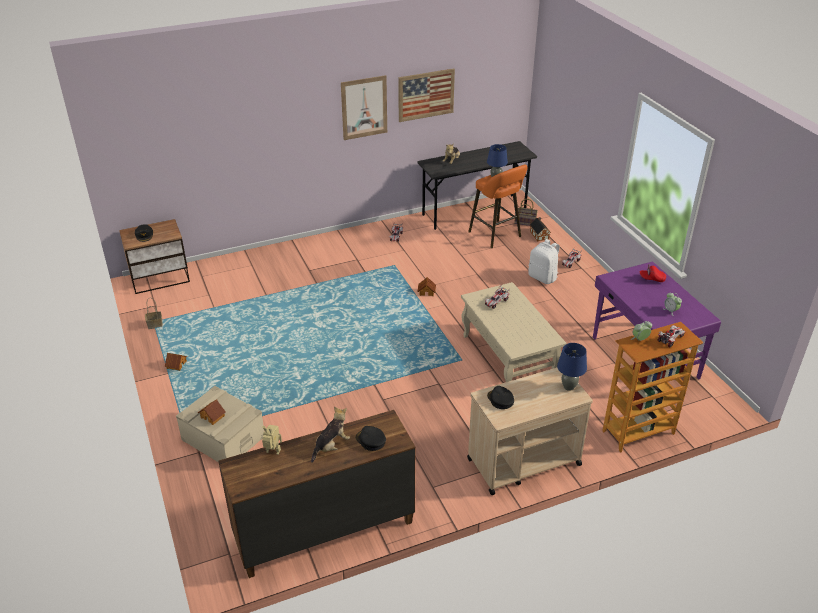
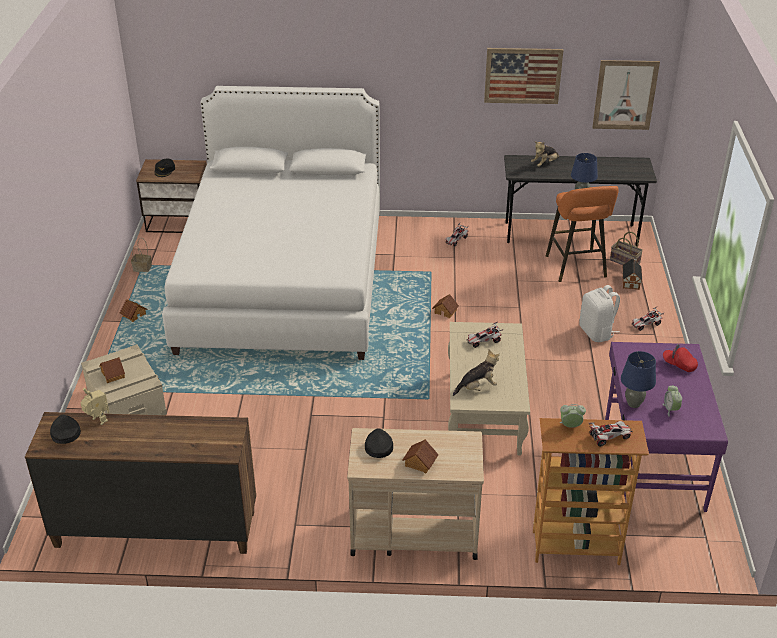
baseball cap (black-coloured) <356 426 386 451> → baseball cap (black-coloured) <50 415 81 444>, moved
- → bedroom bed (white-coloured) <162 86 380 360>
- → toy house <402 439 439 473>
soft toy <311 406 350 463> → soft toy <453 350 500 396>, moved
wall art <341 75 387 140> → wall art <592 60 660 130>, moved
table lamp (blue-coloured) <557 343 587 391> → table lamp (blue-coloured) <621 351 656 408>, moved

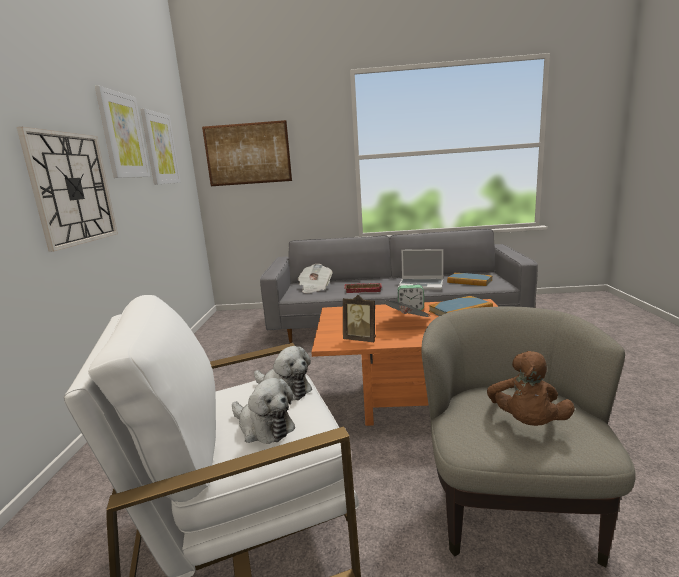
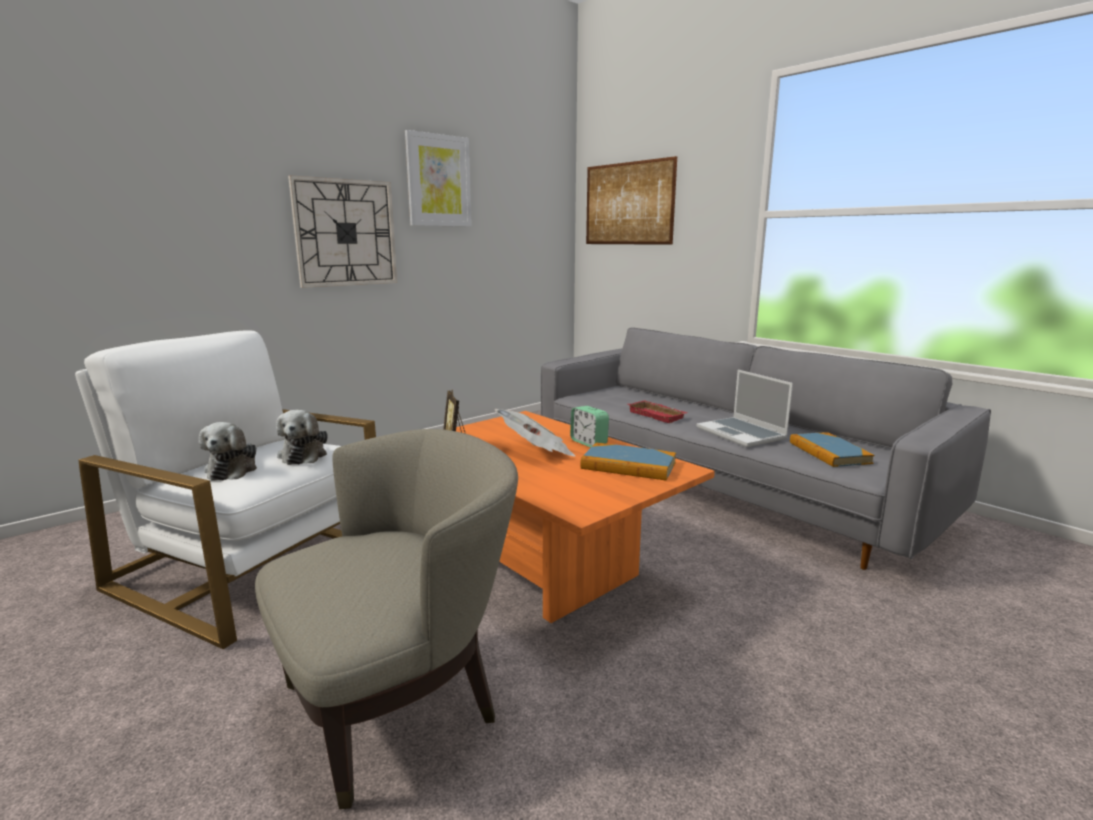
wall art <141 108 181 185> → -
printed paper <298 264 333 293> → -
soft toy (brown-coloured) <487 351 574 426> → -

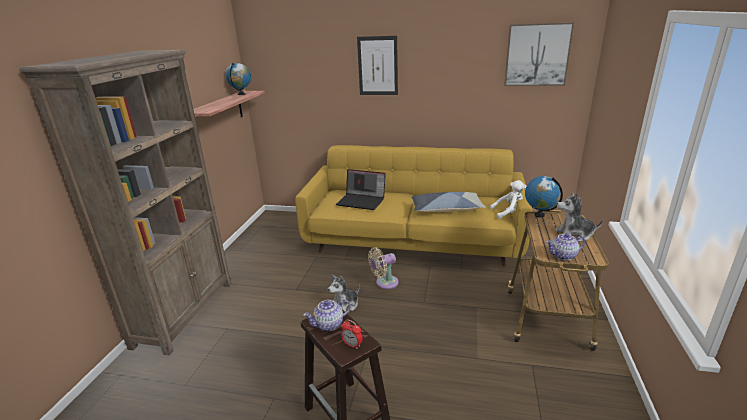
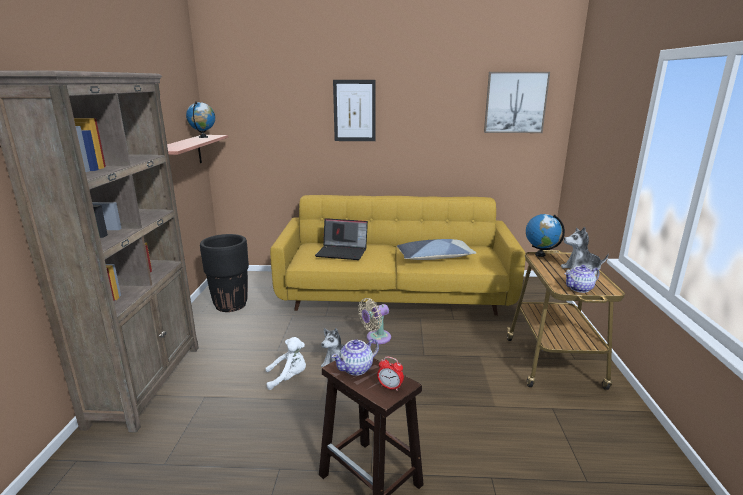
- → plant pot (black-coloured) <200 234 249 312>
soft toy (white-coloured) <490 180 526 219> → soft toy (white-coloured) <265 337 306 390>, moved

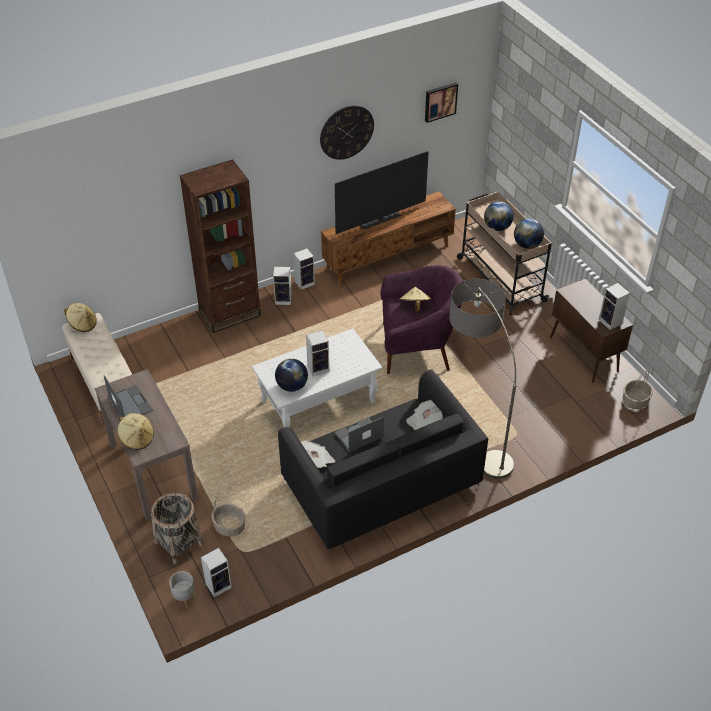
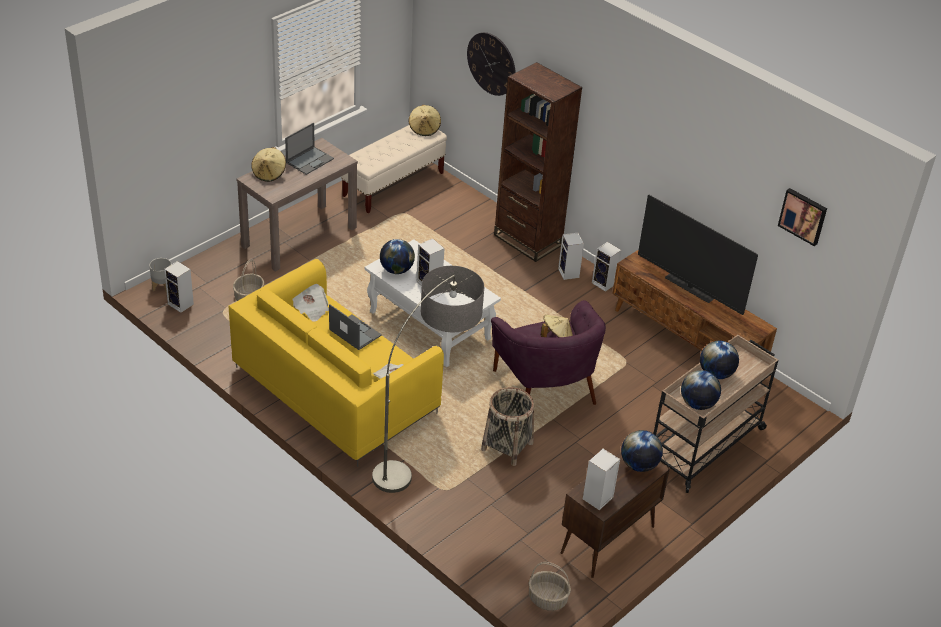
settee (black-coloured) <278 369 488 553> → settee (yellow) <228 259 444 467>
wall clock <320 105 374 160> → wall clock <467 32 516 96>, moved
household basket <151 492 204 564> → household basket <481 387 534 466>, moved
- → globe <621 430 663 472>

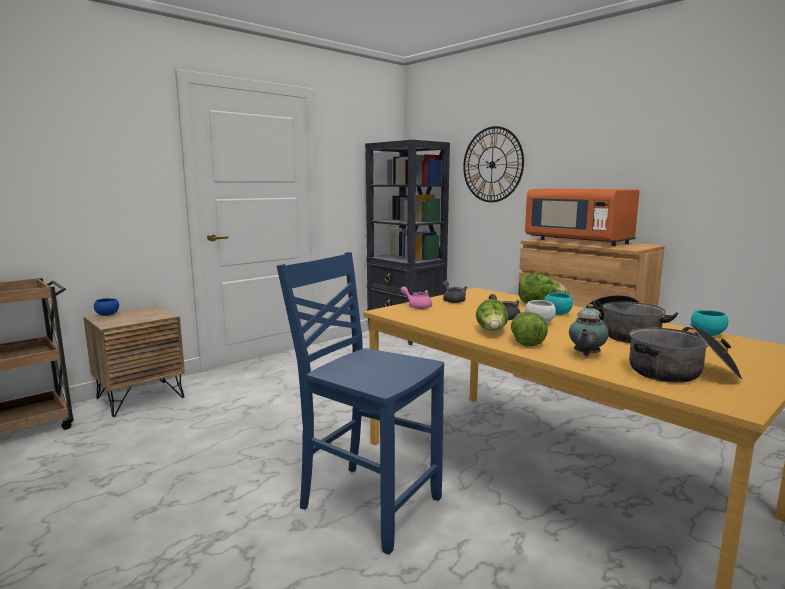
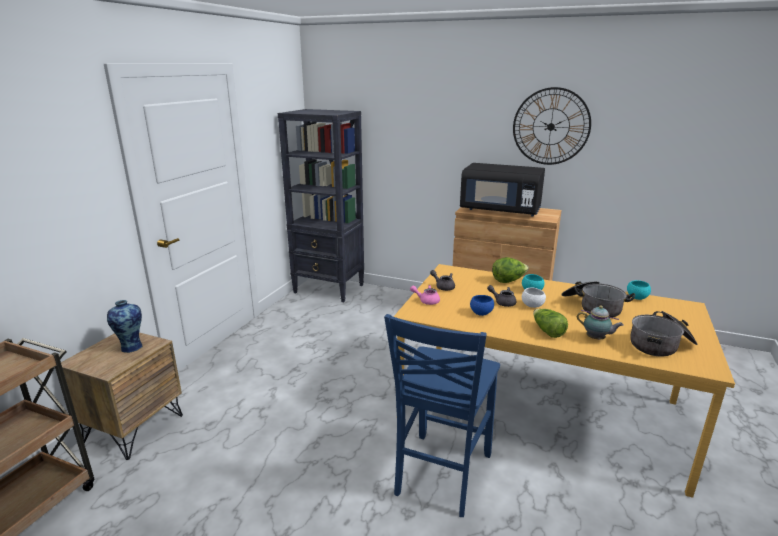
- → flower vase <107 300 142 353>
upright chair (blue-coloured) <277 252 444 555> → upright chair (blue-coloured) <384 314 500 517>, 75 degrees counterclockwise
microwave oven (orange-coloured) <525 188 640 246> → microwave oven (black-coloured) <460 163 545 217>
serving bowl (blue-coloured) <94 298 119 316> → serving bowl (blue-coloured) <470 295 494 316>, moved
wall clock <463 126 524 202> → wall clock <513 87 591 165>, moved
pot for tea <569 304 609 356> → pot for tea <577 305 624 340>, 60 degrees counterclockwise
head of lettuce <476 299 509 331> → -

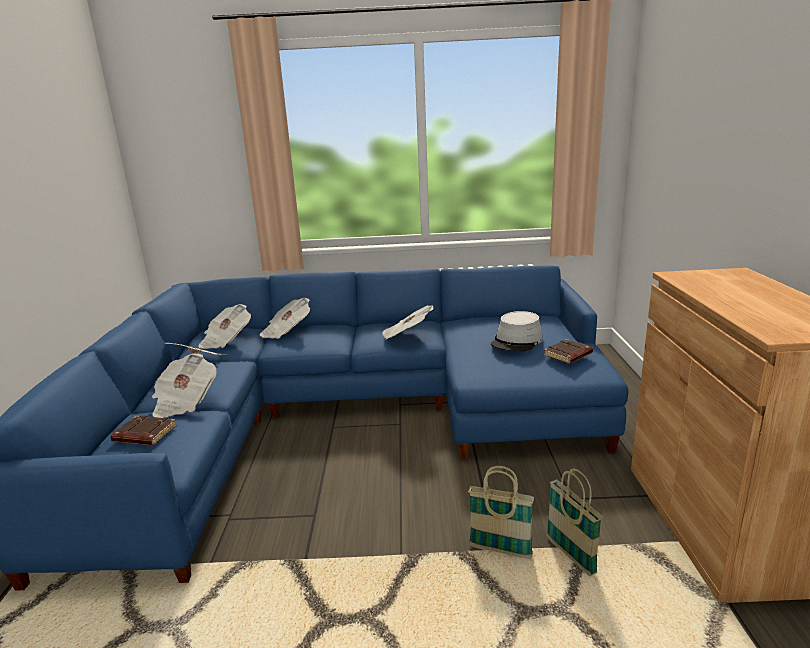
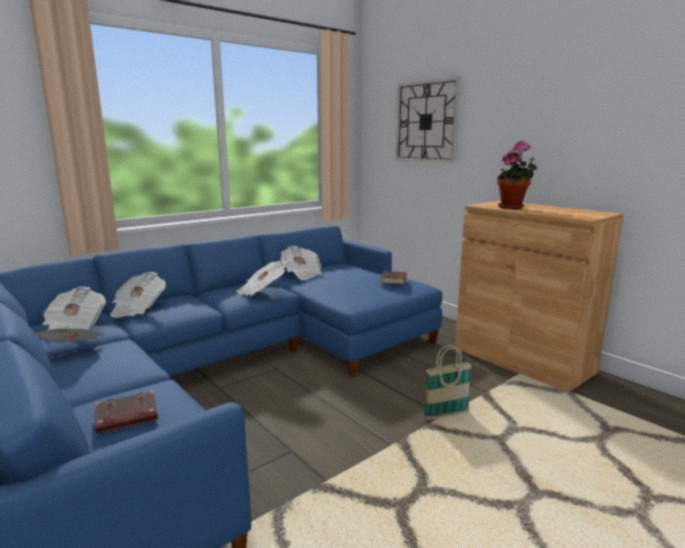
printed paper <152 353 217 418> → printed paper <281 246 322 280>, moved
- → wall clock <396 77 461 163>
- → houseplant <497 141 538 209>
wearable hat (grey) <491 311 543 351> → -
household basket <546 469 603 576> → -

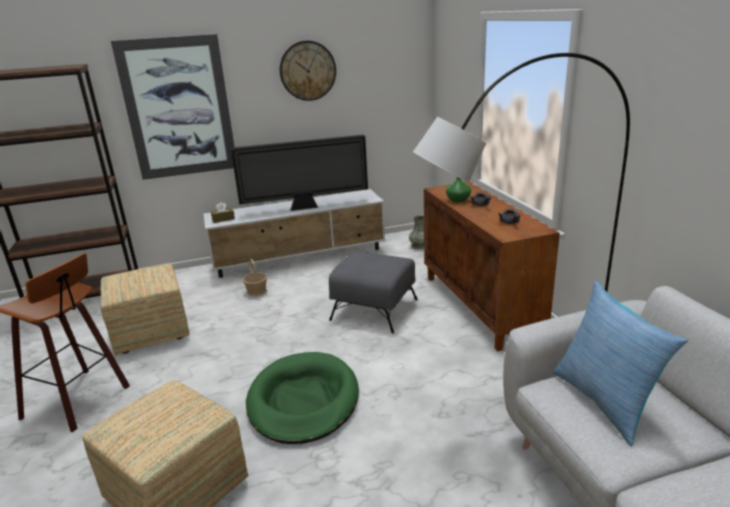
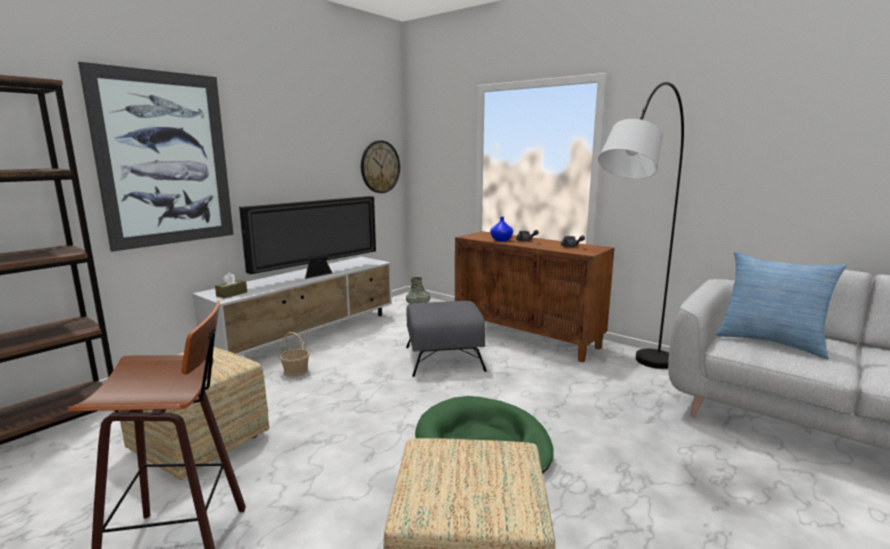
wall clock <280 41 336 101> → wall clock <361 141 400 193>, moved
flower vase (greenish) <446 177 471 202> → flower vase (blue-coloured) <490 217 513 242>

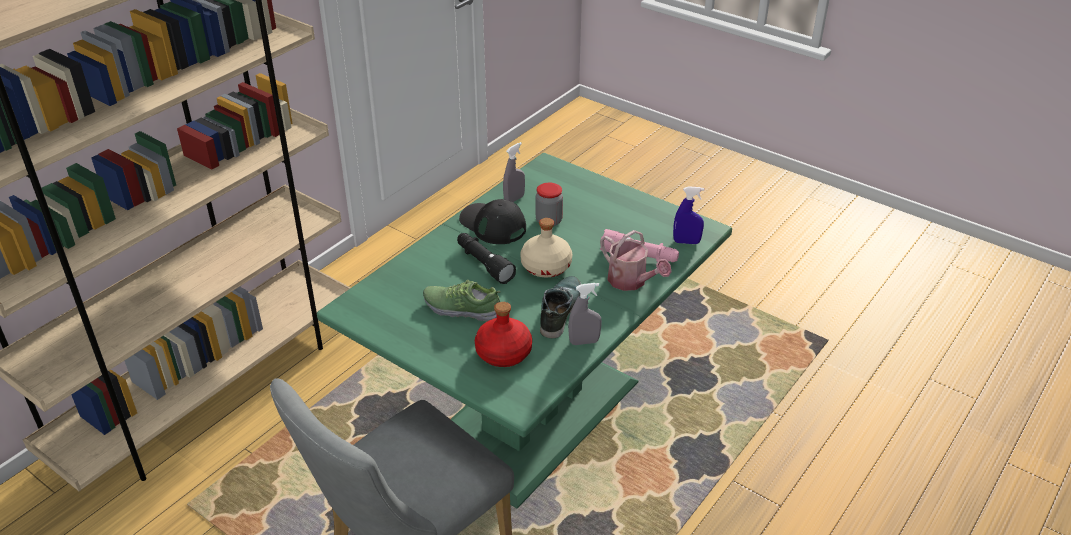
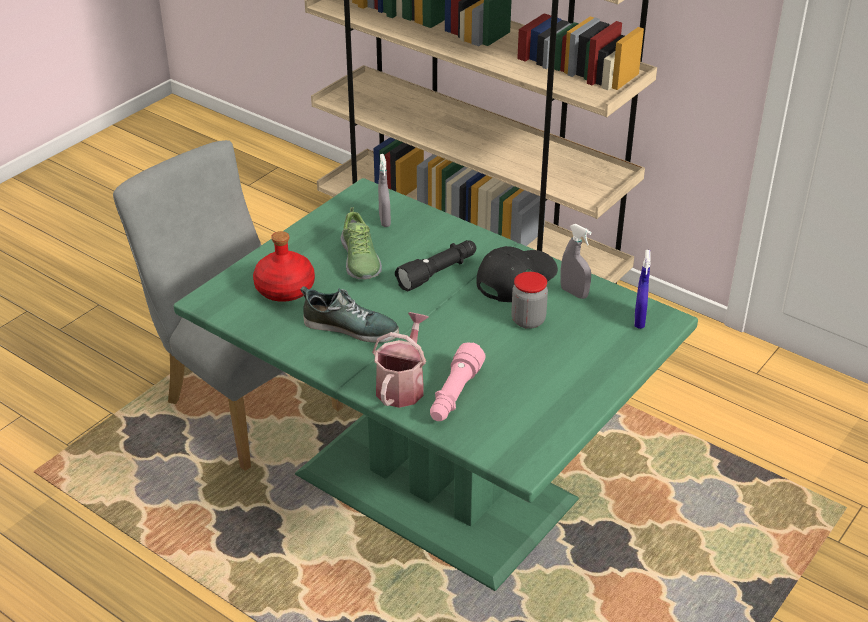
item of footwear <423 280 500 321> → item of footwear <341 207 382 280>, 150 degrees clockwise
sprinkling can <600 230 672 291> → sprinkling can <372 312 429 408>, 150 degrees clockwise
spray bottle (grey) <568 283 602 345> → spray bottle (grey) <378 154 391 227>, moved
spray bottle (blue-coloured) <673 186 704 244> → spray bottle (blue-coloured) <635 250 651 329>, moved
bottle (sand-coloured) <520 218 572 277> → -

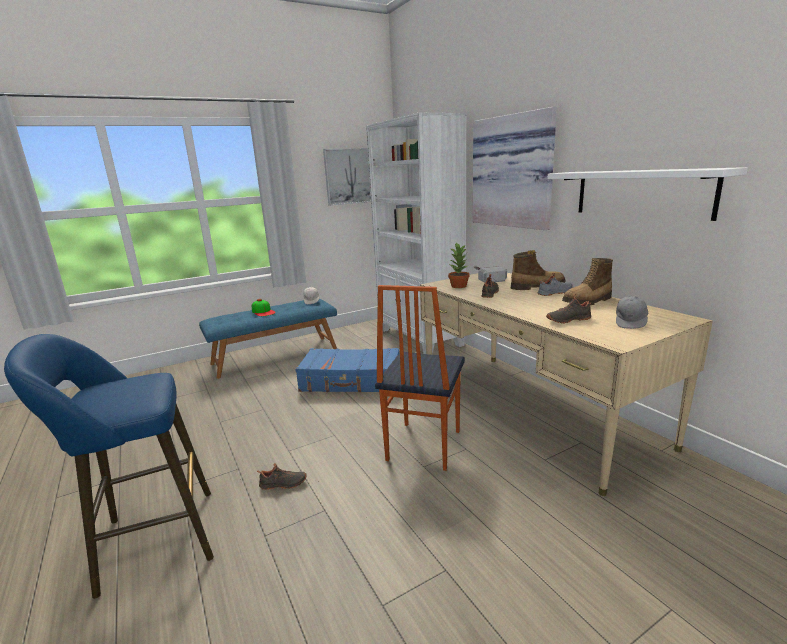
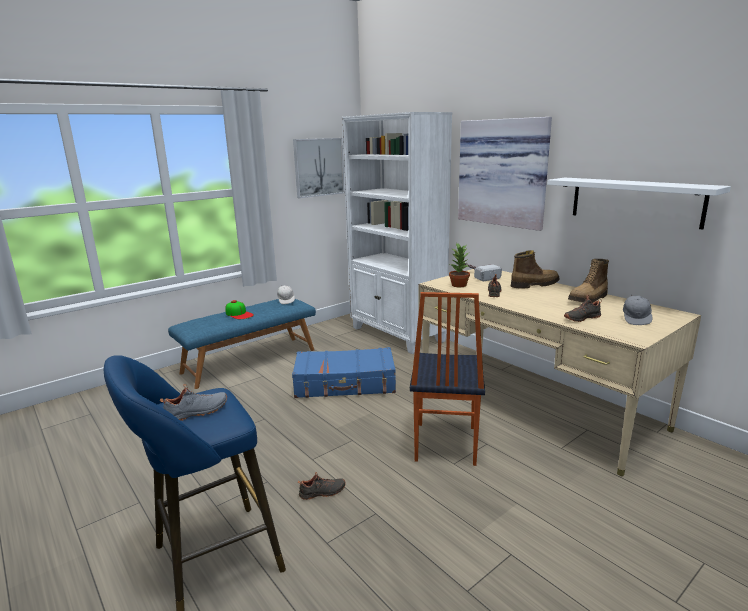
item of footwear (grey) <538 272 573 296> → item of footwear (grey) <160 384 227 421>, moved

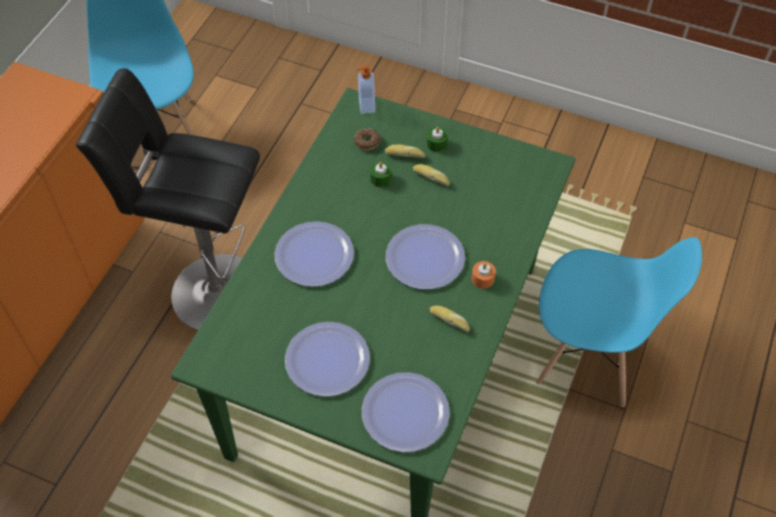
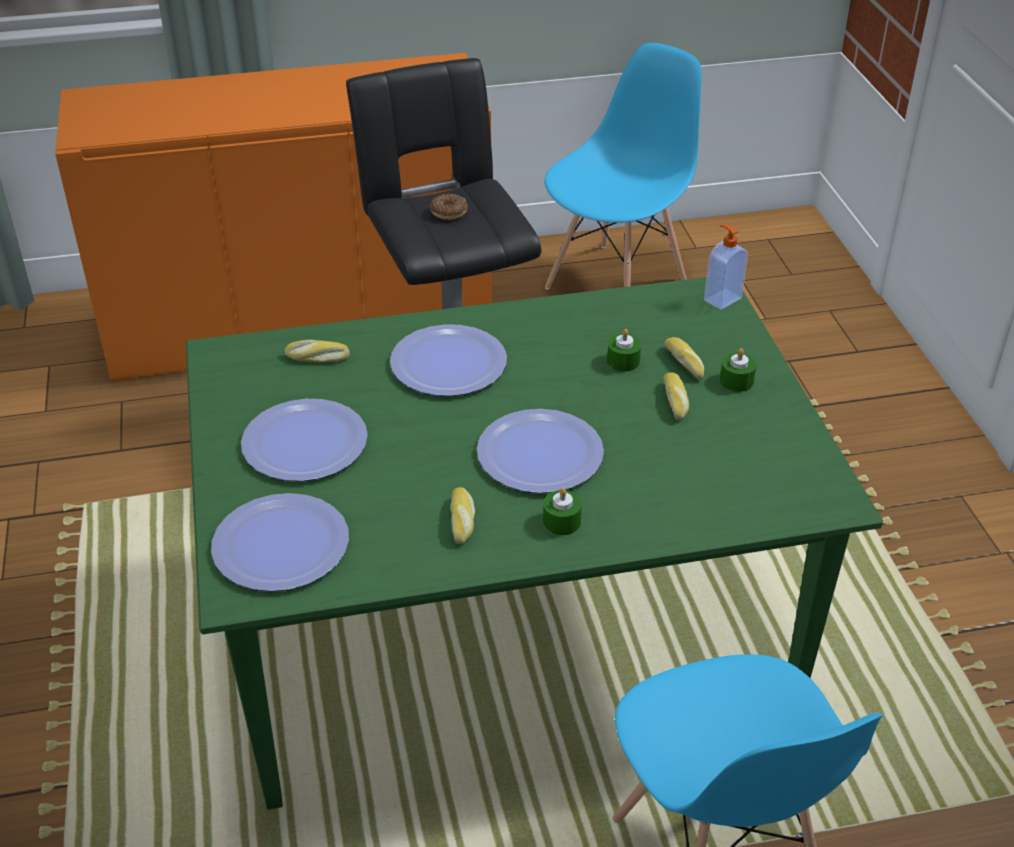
- → baked bread <284 340 350 362>
donut <354 128 381 150> → donut <430 194 468 220>, moved
wax light (orange-coloured) <472 261 496 289> → wax light (greenish) <543 487 582 535>

